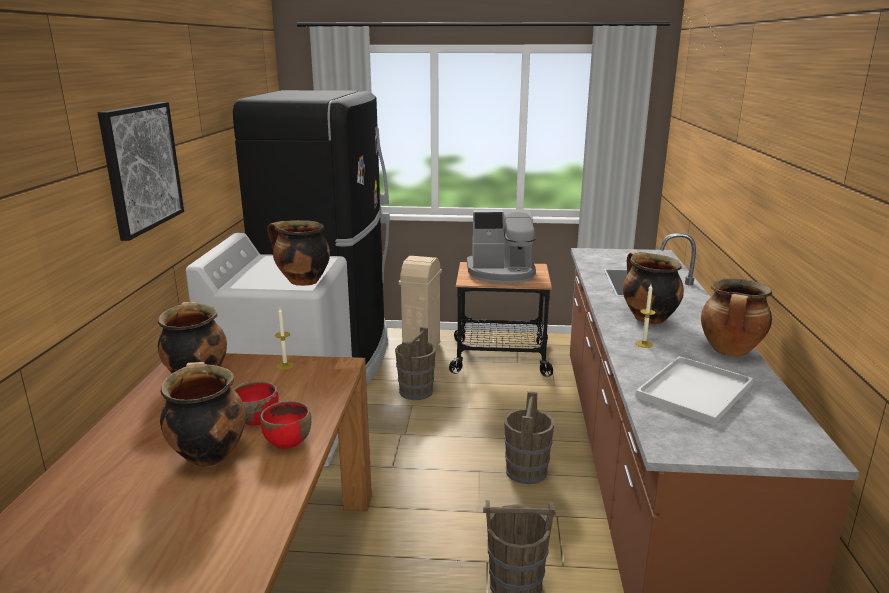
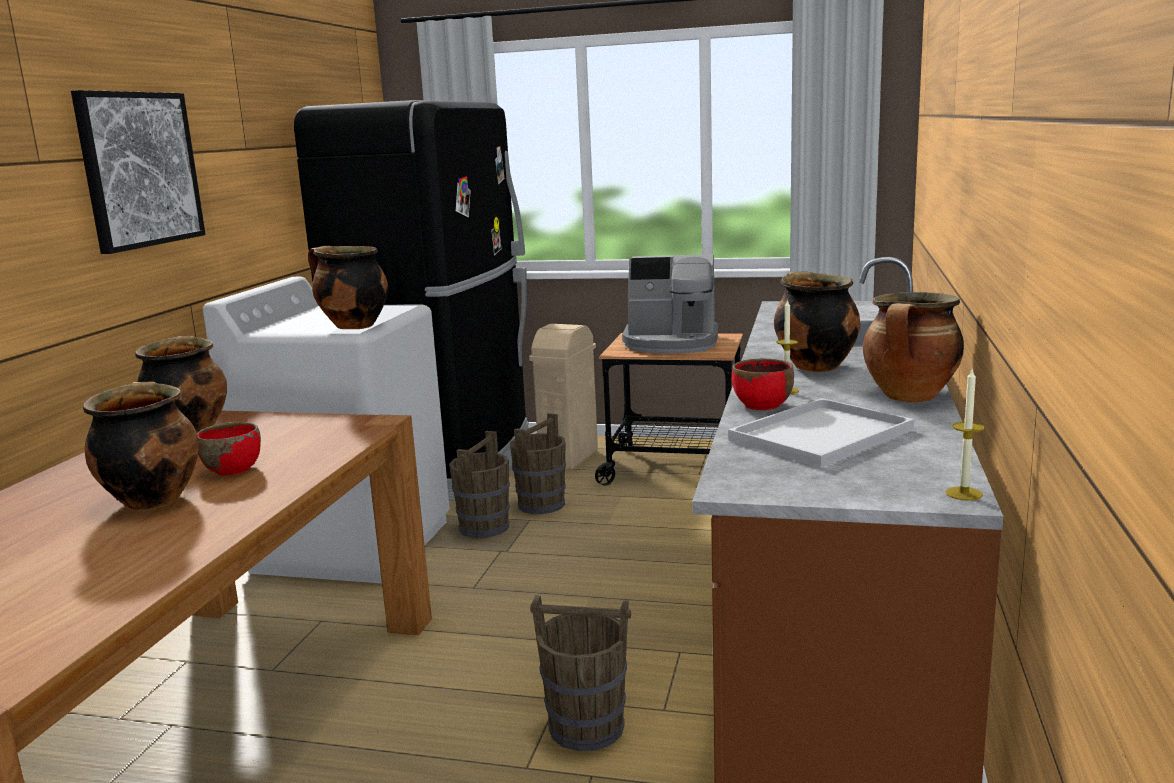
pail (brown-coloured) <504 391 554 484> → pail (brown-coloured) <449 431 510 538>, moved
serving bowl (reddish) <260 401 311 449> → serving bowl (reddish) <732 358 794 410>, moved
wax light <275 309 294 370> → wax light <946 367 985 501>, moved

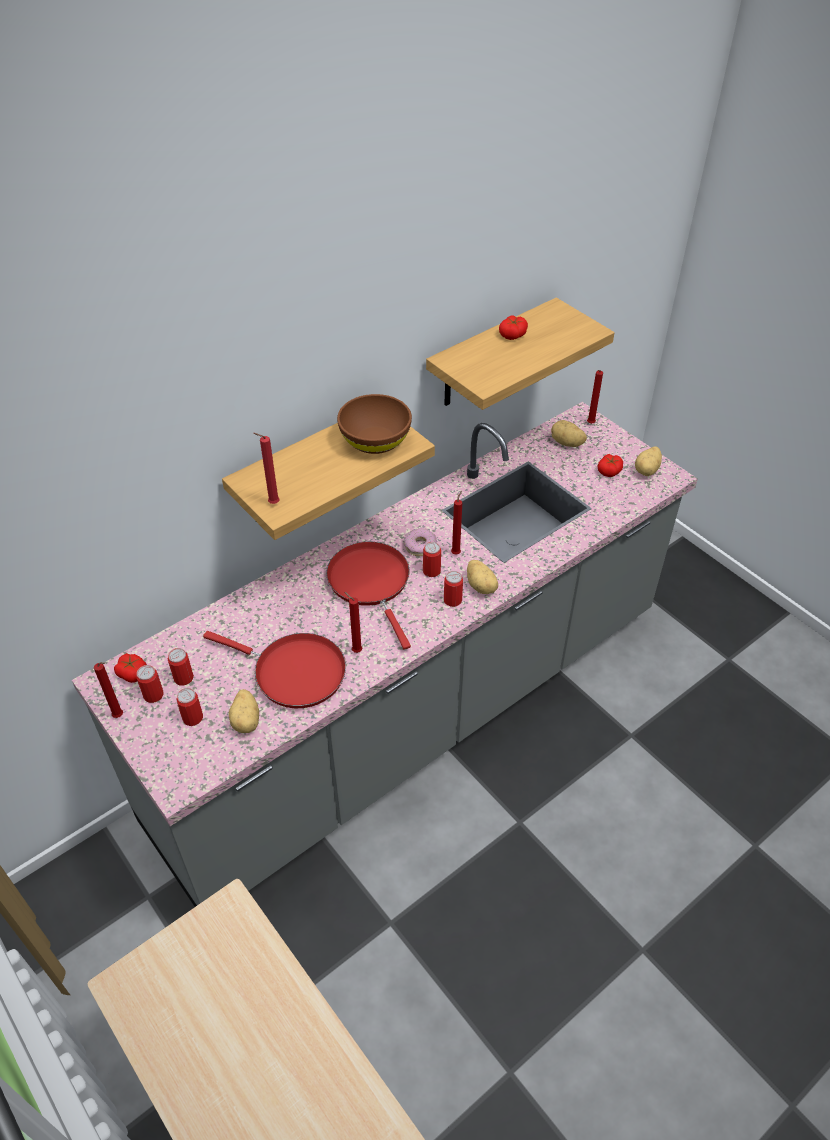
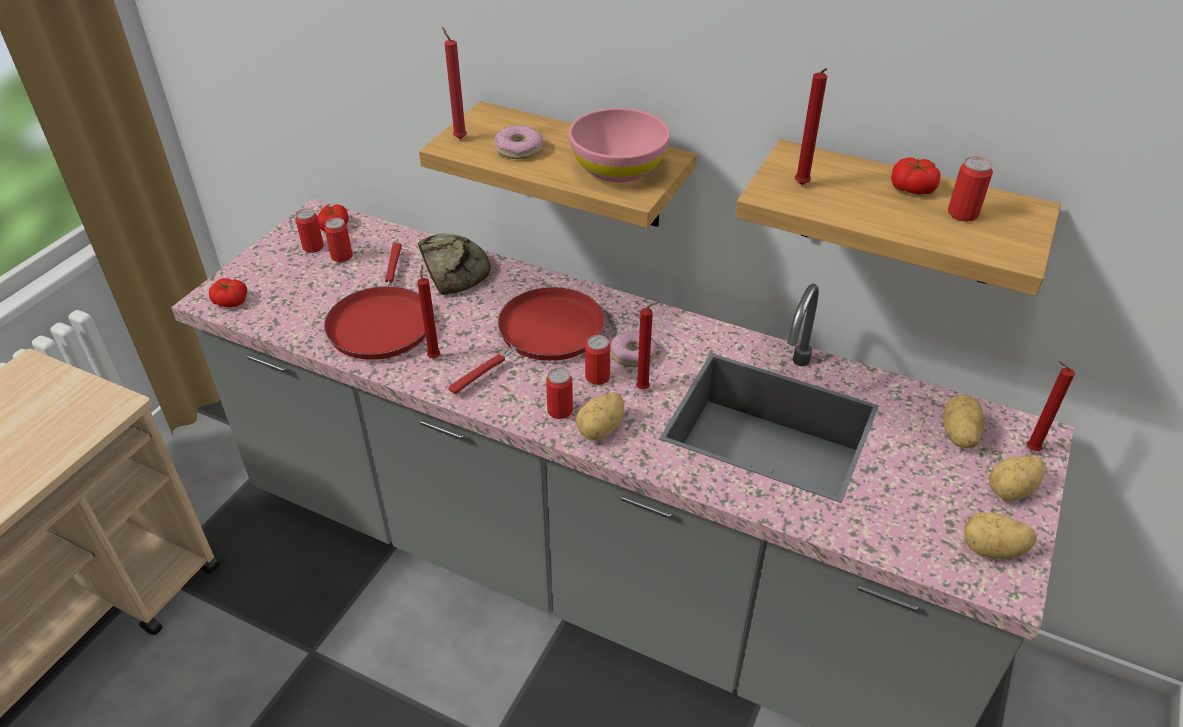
whole tomato <597 454 623 477> → whole tomato <209 278 247 307>, moved
- → baked bread <418 234 491 295>
- → donut <495 125 544 159>
serving bowl (brown-coloured) <337 394 412 454> → serving bowl (pink-coloured) <569 108 670 183>
wax light (reddish) <94 662 123 718> → wax light (reddish) <795 68 827 185>, moved
can <177 688 203 726> → can <948 156 993 221>, moved
potato <229 689 259 733> → potato <989 455 1045 501>, moved

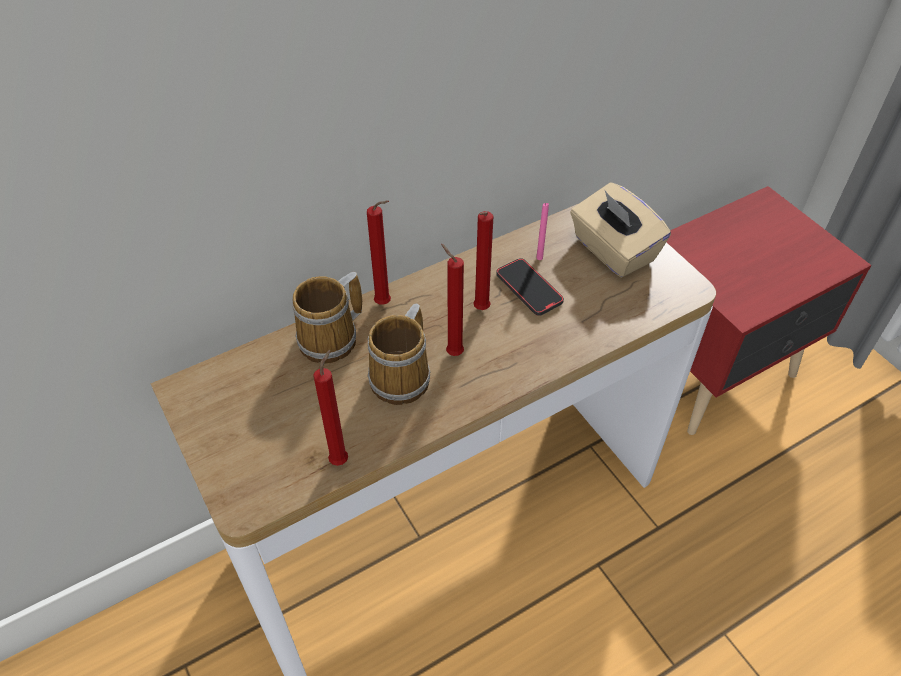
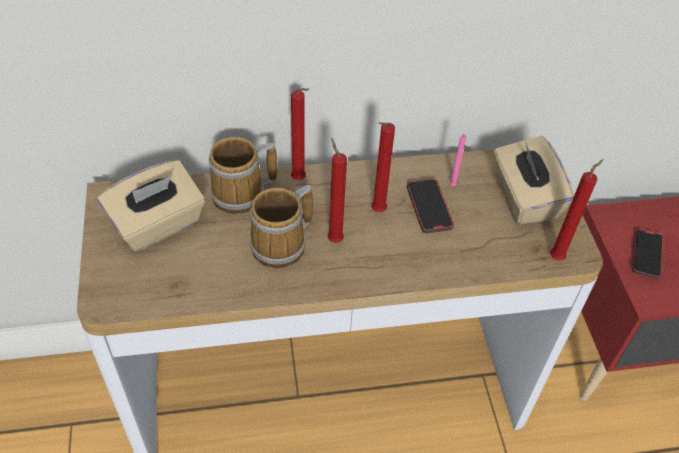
- → tissue holder (sand-coloured) <97 160 205 251>
wax light (reddish) <313 350 348 466> → wax light (reddish) <550 159 603 260>, moved
- → handset <632 228 664 279>

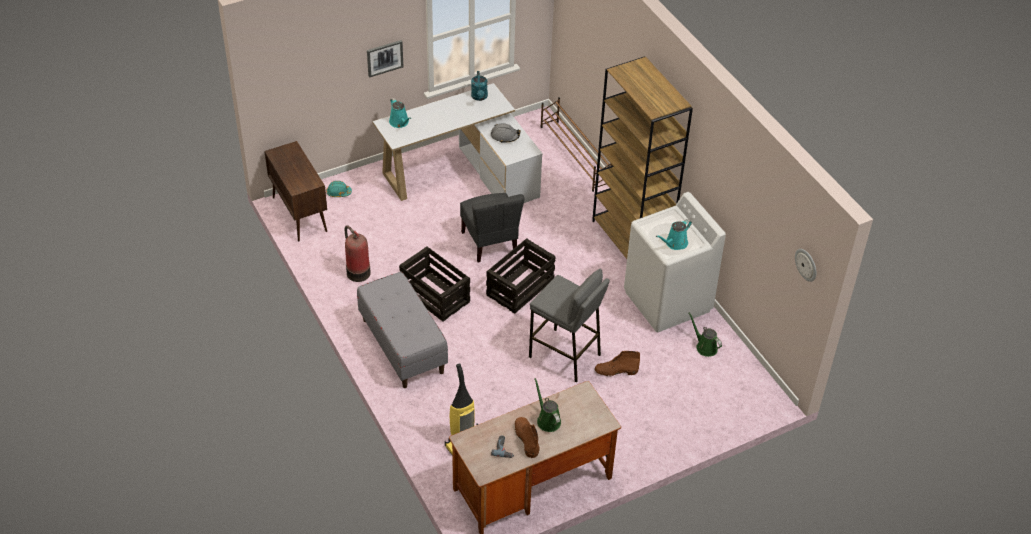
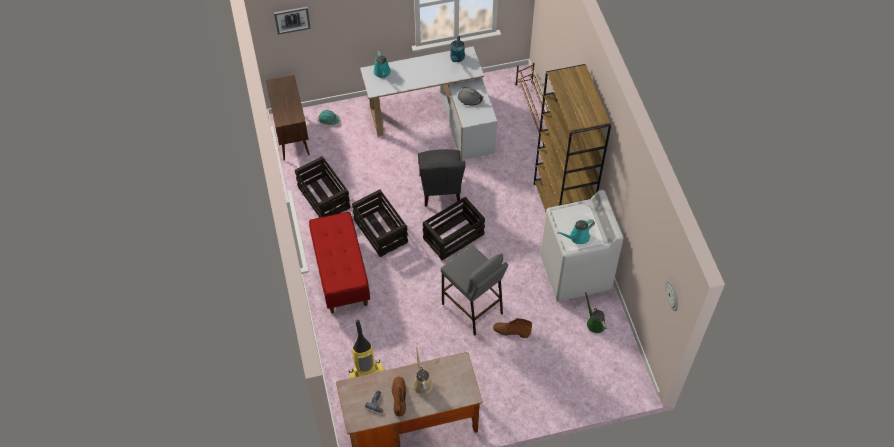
wall art <367 40 403 78> → wall art <274 7 311 35>, moved
fire extinguisher <344 225 371 282> → packing crate <295 156 351 217>
long seat (grey) <357 272 448 388> → long seat (reddish) <309 212 370 313>
sprinkling can (greenish) <534 378 561 432> → sprinkling can (sand-coloured) <412 347 433 395>

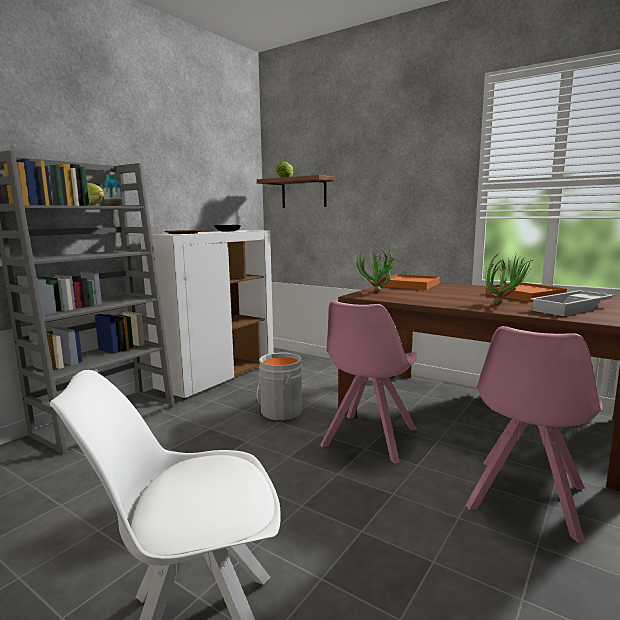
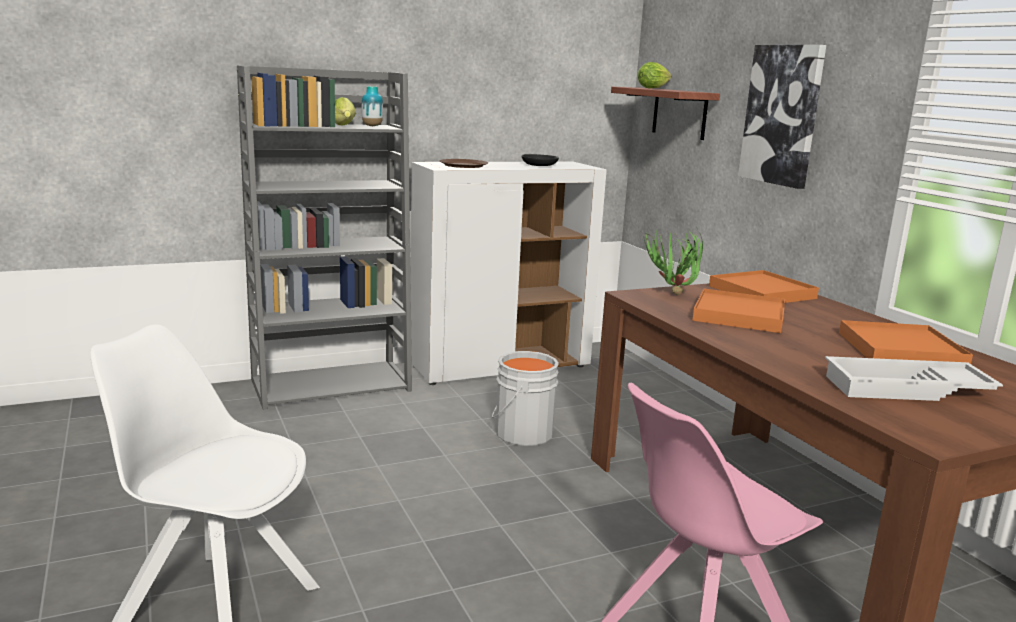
- → carrying tray (orange-coloured) <692 289 785 333>
- → wall art <738 45 826 189>
upright chair (pink-coloured) <320 301 417 464> → -
houseplant <485 253 534 305> → -

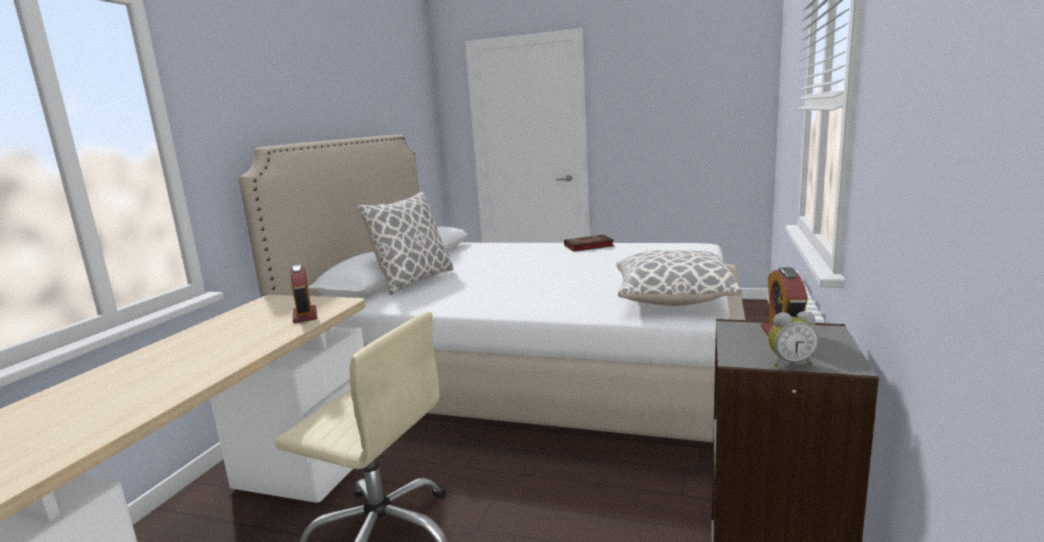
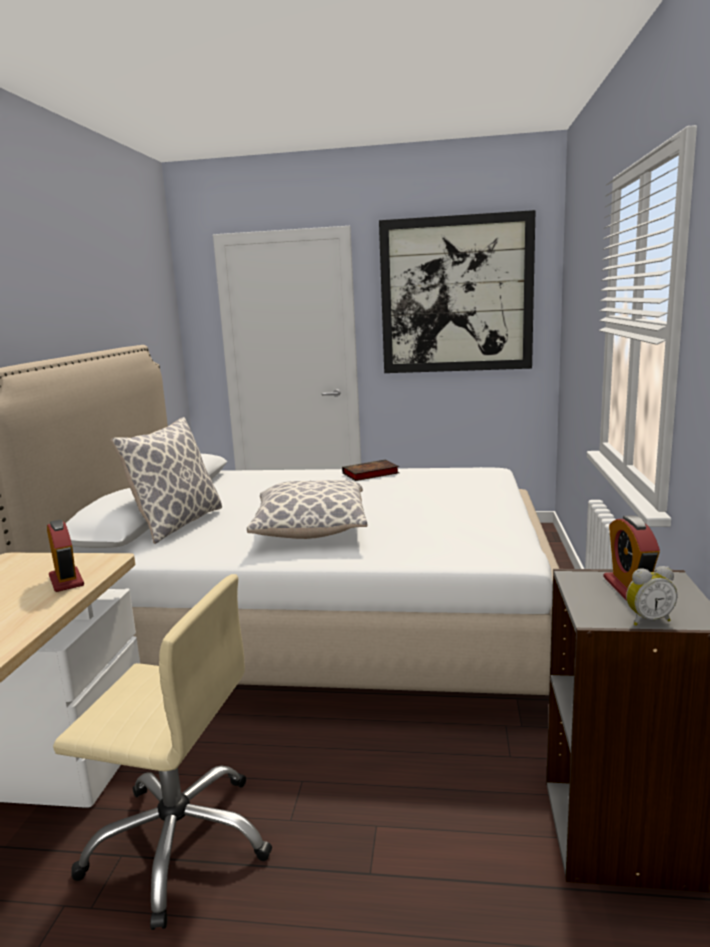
pillow <616 250 742 306> → pillow <247 480 368 539>, moved
- → wall art <379 210 536 373>

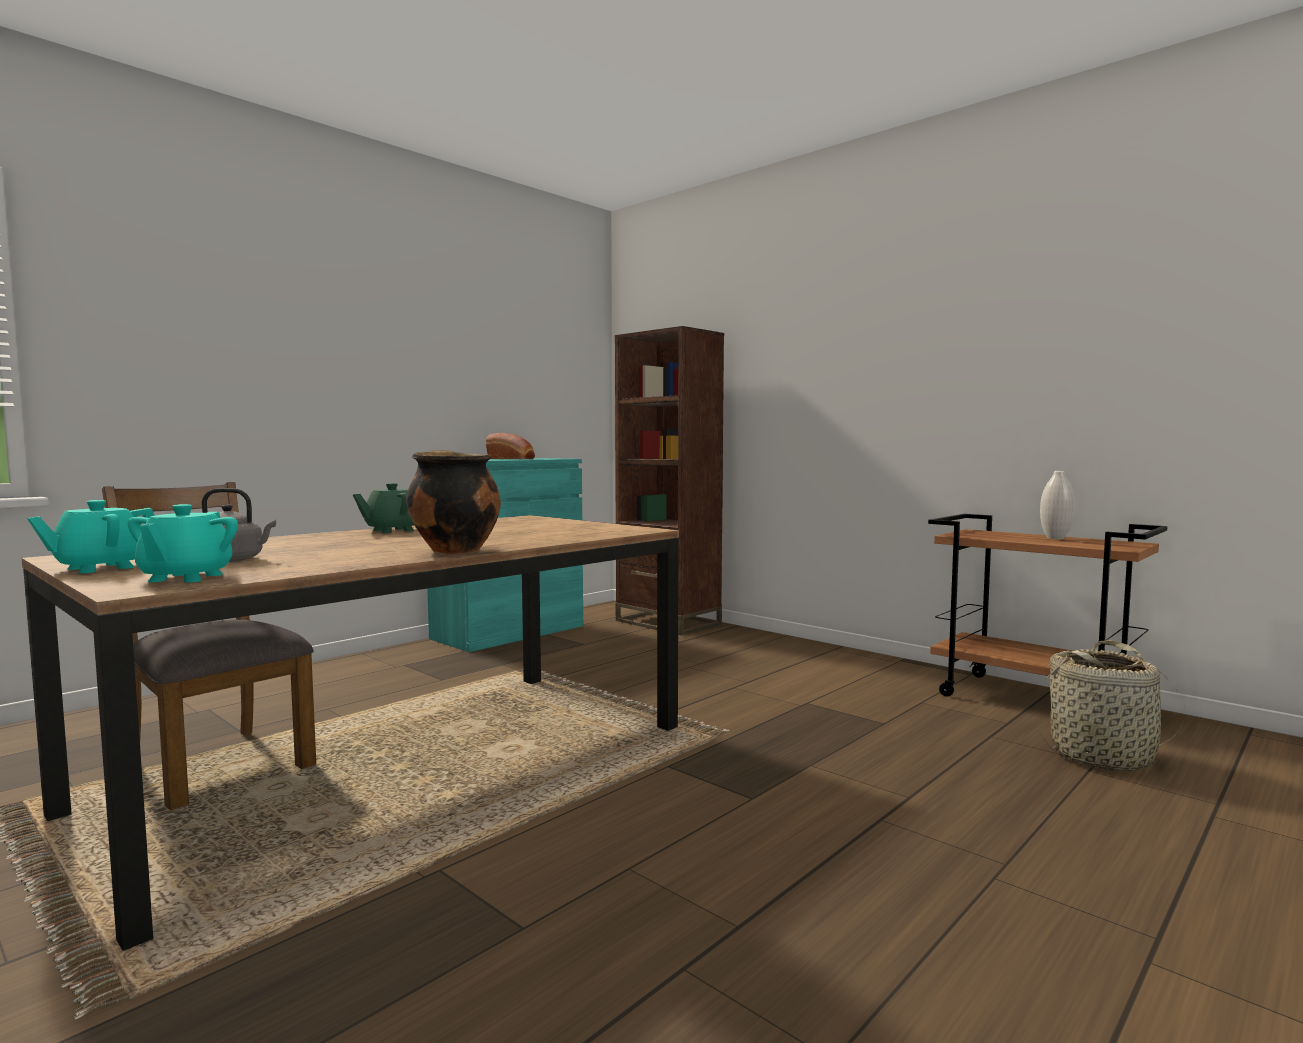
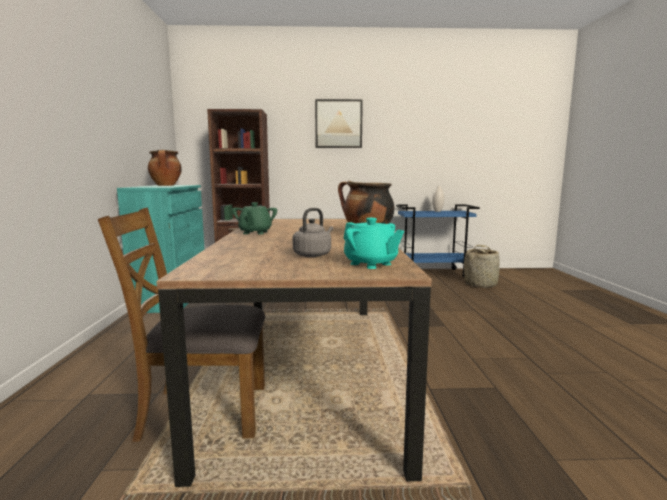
baked bread <486 433 535 459> → saucepot <148 150 182 186>
- → wall art <315 99 363 148>
wheeled cart (brown-coloured) <928 514 1168 697> → wheeled cart (blue-coloured) <396 204 480 277>
pot for tea (turquoise-coloured) <27 500 155 573> → -

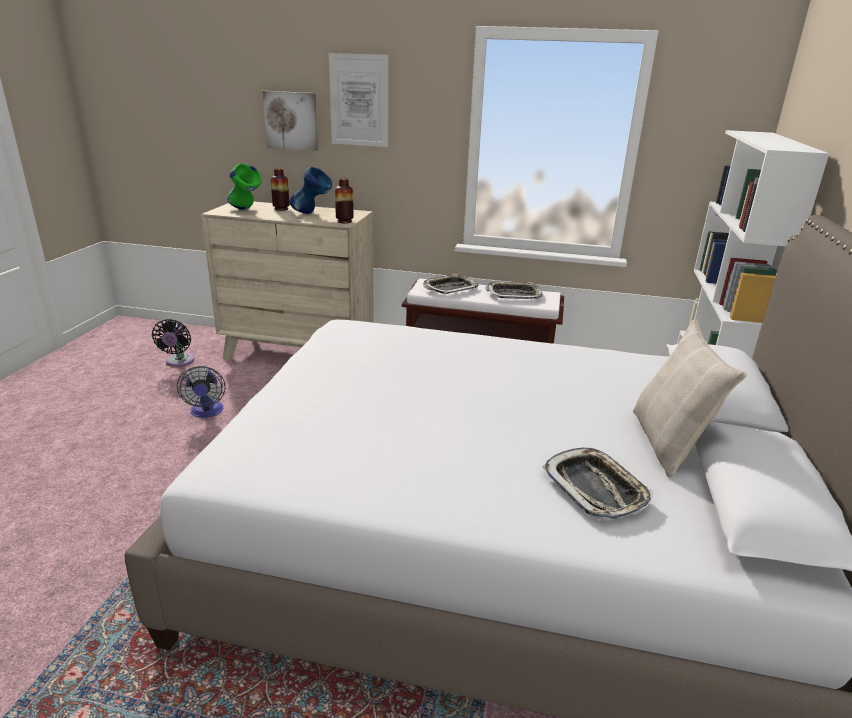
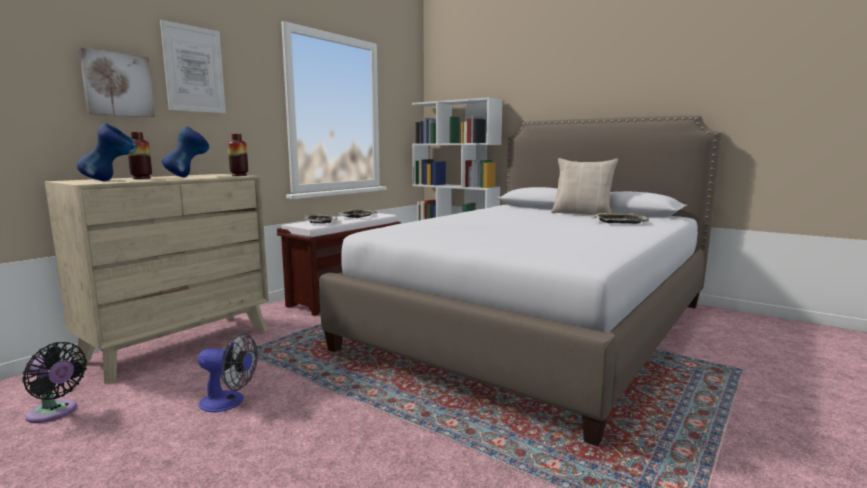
flower vase (greenish) <227 163 262 210> → flower vase (blue-coloured) <77 123 137 181>

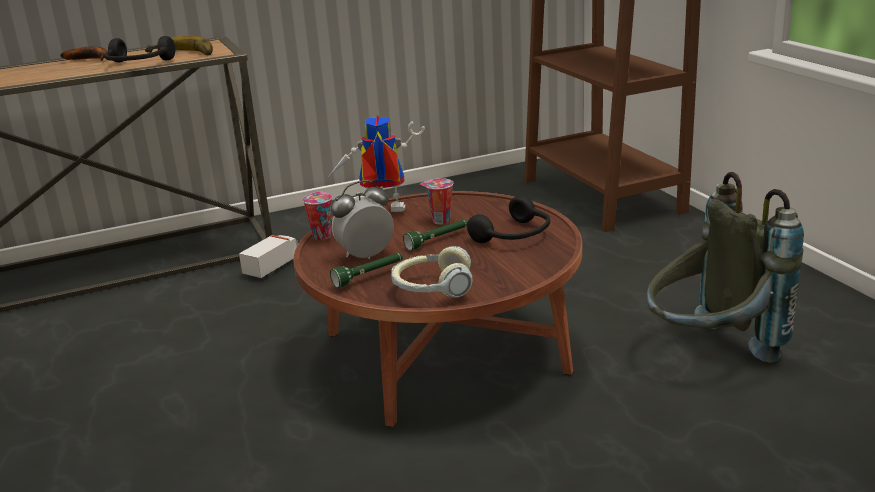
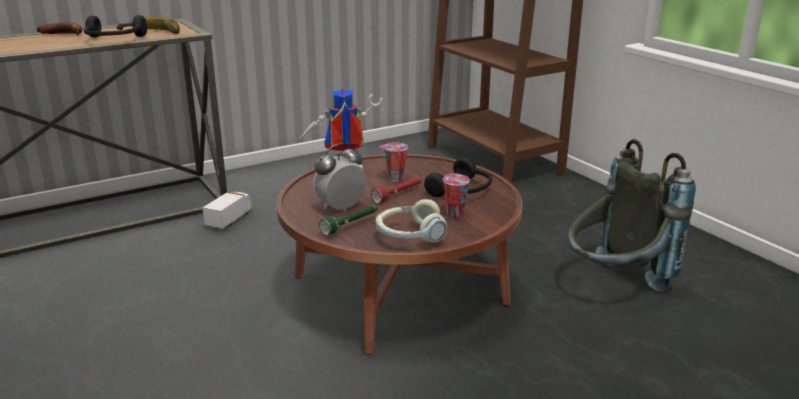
flashlight (greenish) <403 219 468 250> → flashlight (reddish) <371 177 422 203>
cup <302 191 332 240> → cup <443 173 470 218>, moved

